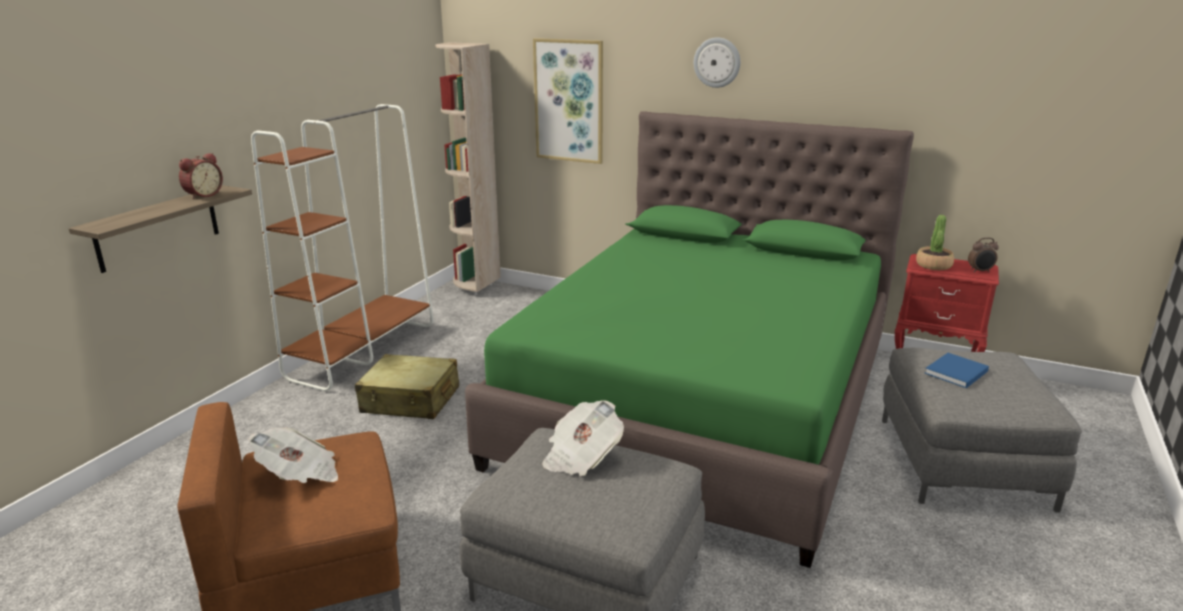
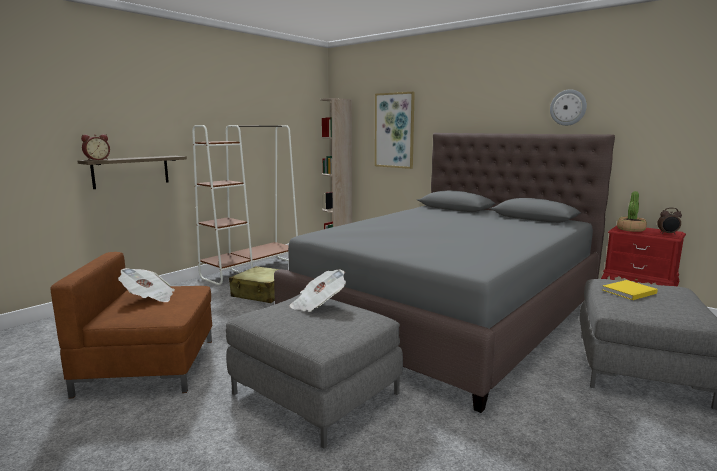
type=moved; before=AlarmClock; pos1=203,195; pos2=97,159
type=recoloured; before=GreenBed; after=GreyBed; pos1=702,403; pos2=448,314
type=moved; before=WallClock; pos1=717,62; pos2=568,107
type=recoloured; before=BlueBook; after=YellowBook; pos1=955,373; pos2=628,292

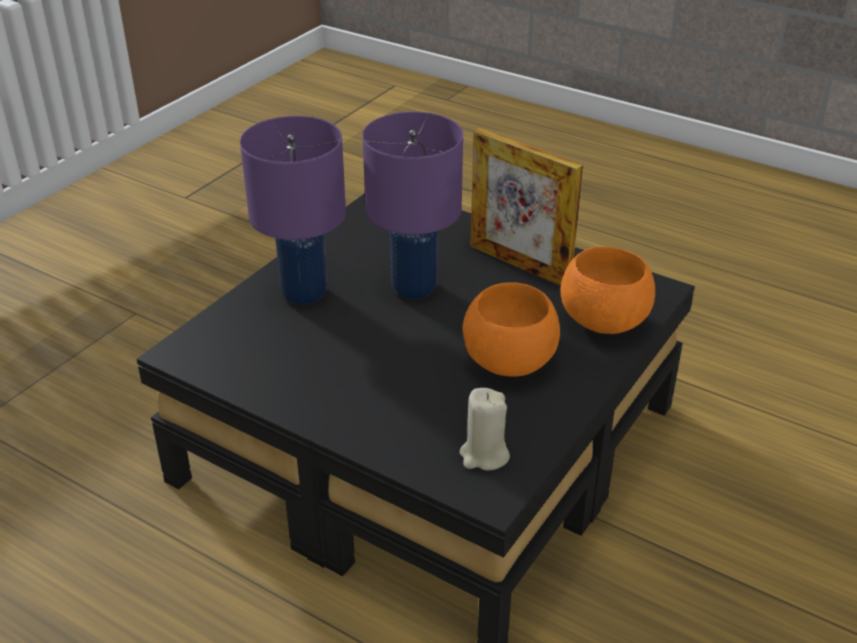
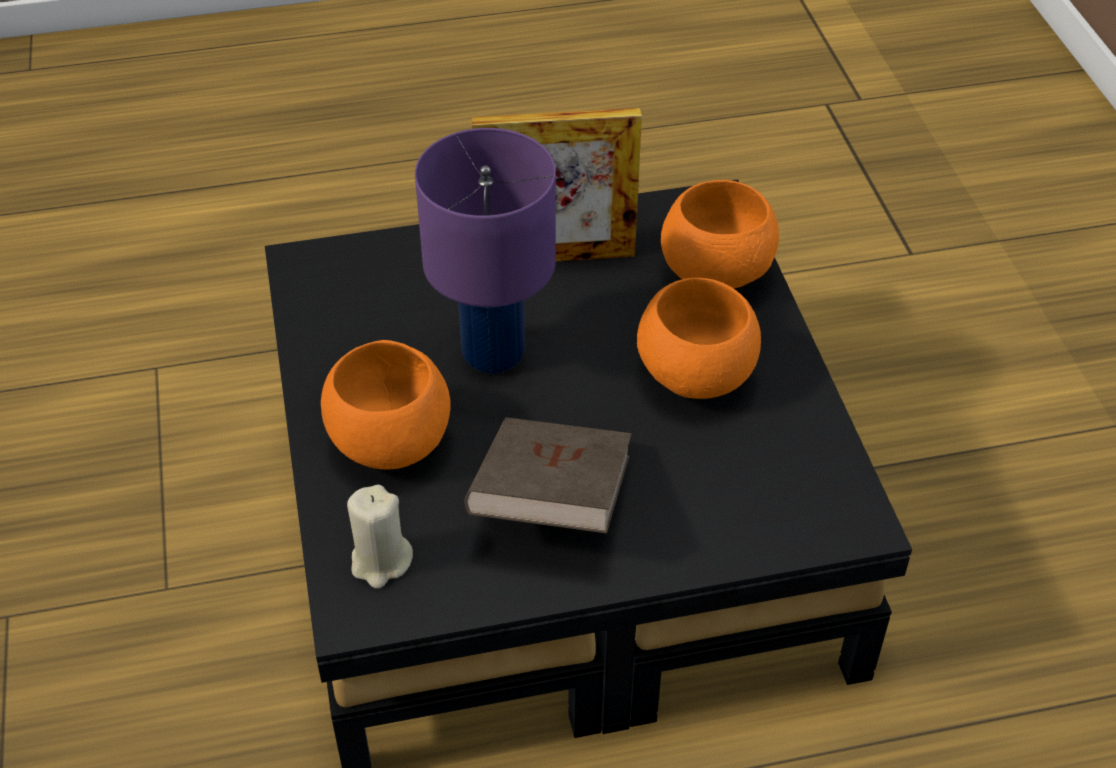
type=replaced; before=PurpleTableLamp; after=OrangeBowl; pos1=306,294; pos2=391,441
type=moved; before=BeigeCandle; pos1=484,455; pos2=381,561
type=added; after=BrownBook; pos2=551,502

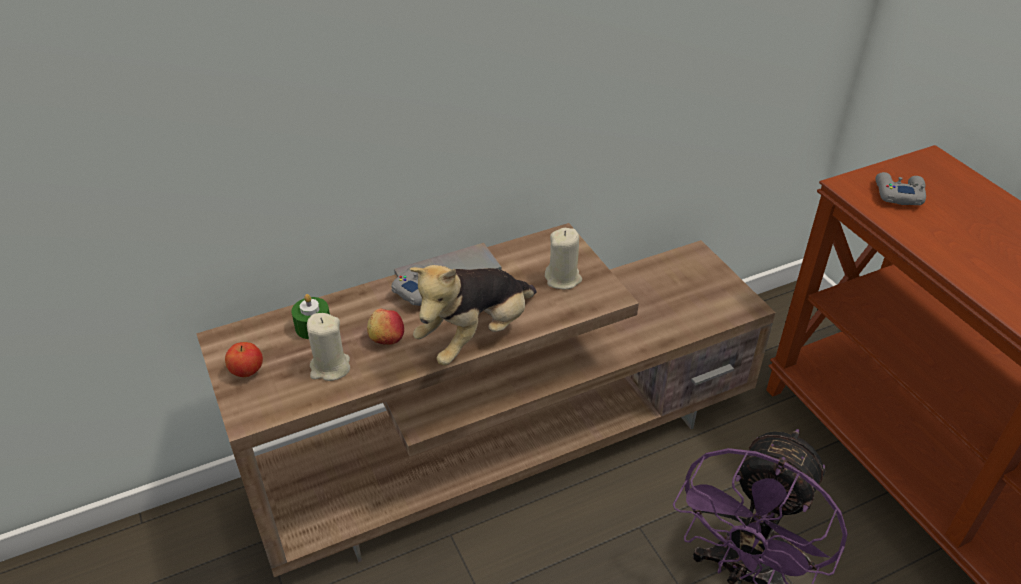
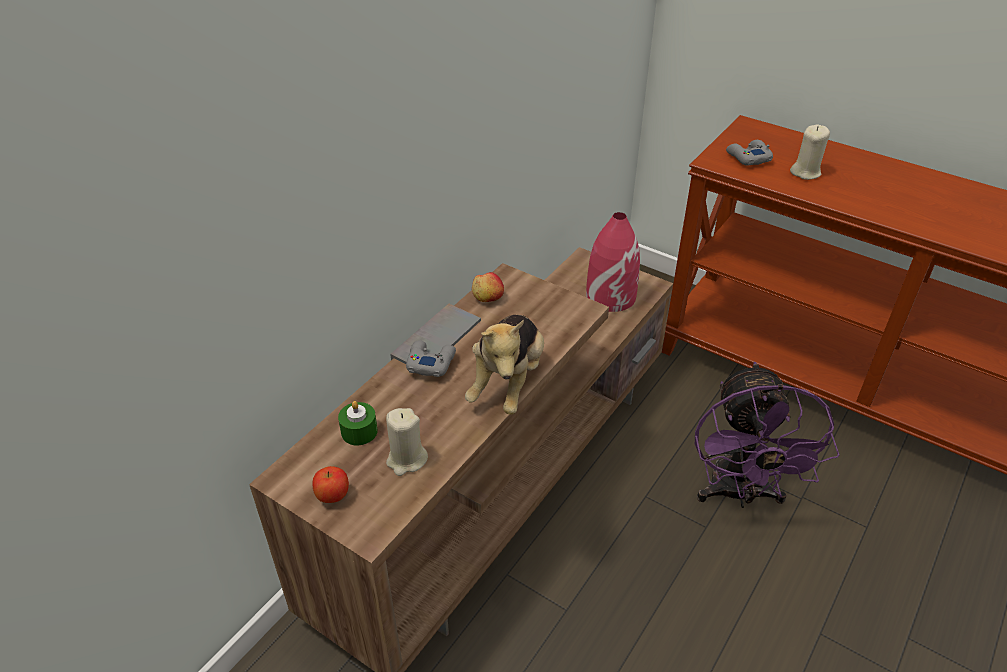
type=moved; before=Apple; pos1=386,338; pos2=487,298
type=added; after=RedVase; pos2=610,296
type=moved; before=BeigeCandle; pos1=563,279; pos2=805,172

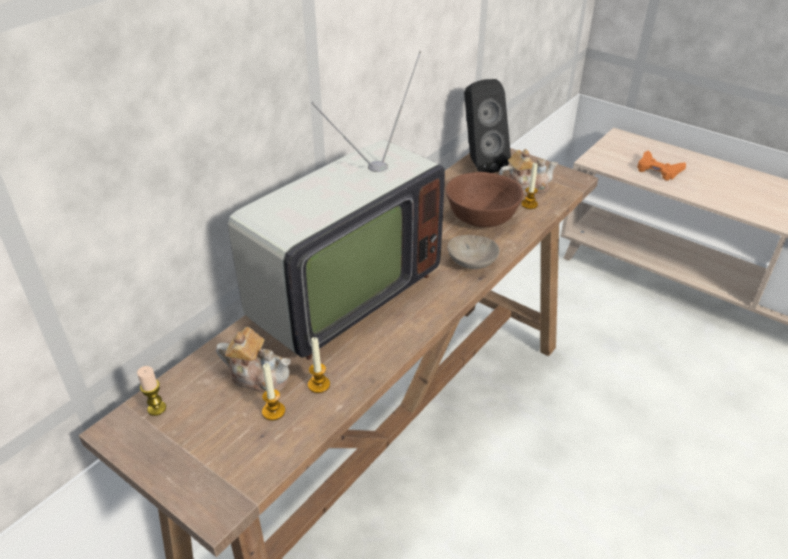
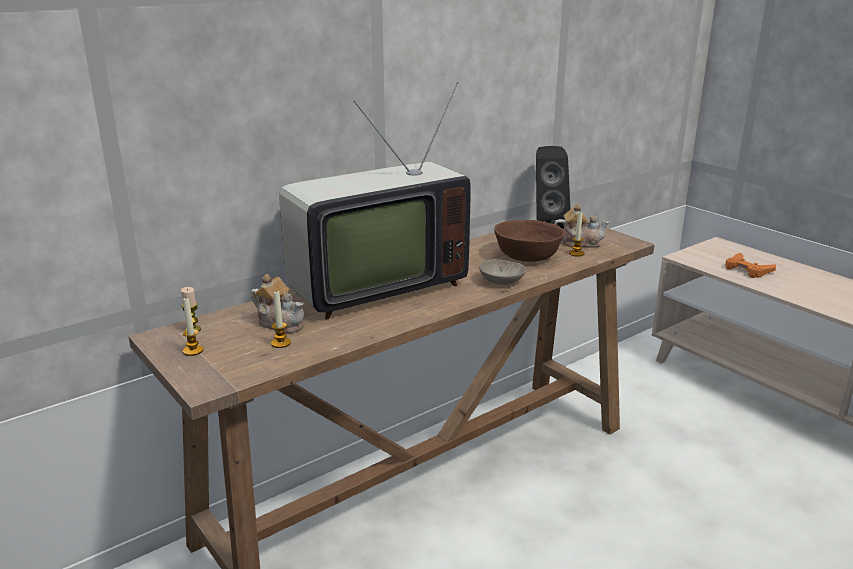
type=moved; before=Candle; pos1=319,385; pos2=193,351

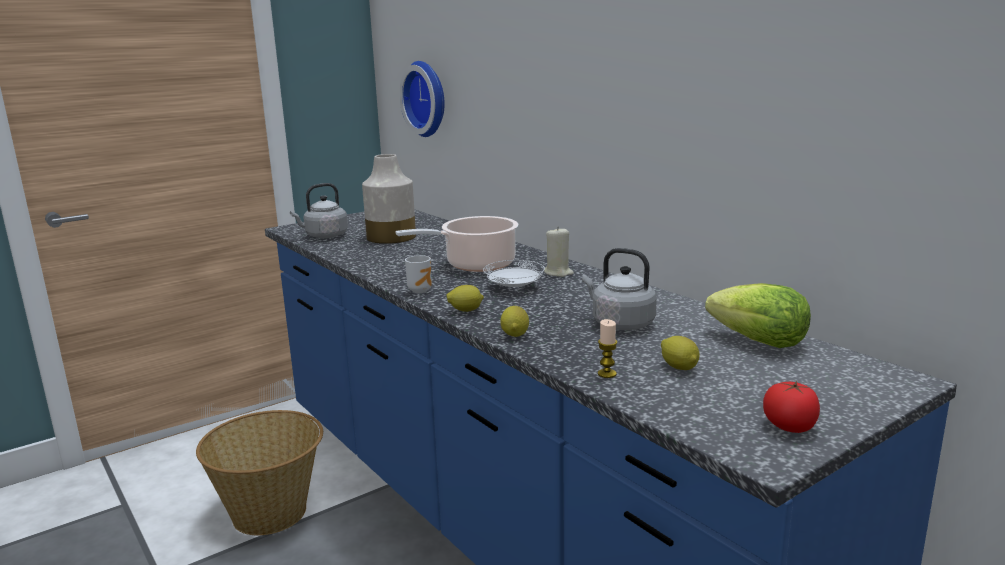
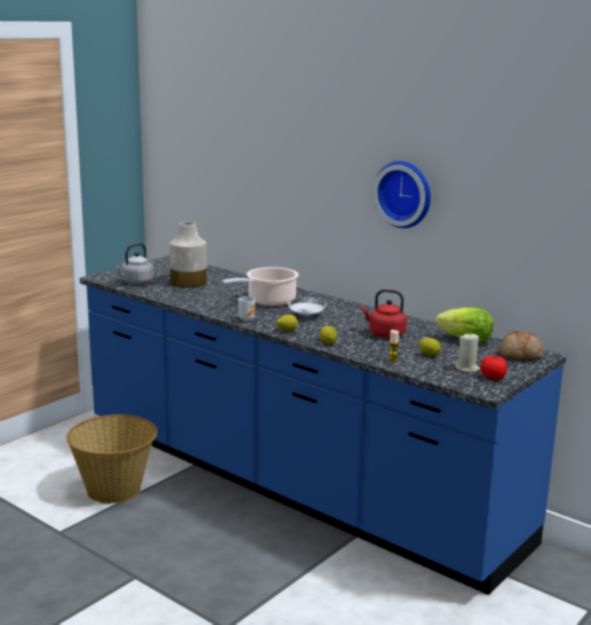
type=recoloured; before=GreyKettle; after=RedKettle; pos1=619,323; pos2=384,334
type=moved; before=WallClock; pos1=428,98; pos2=405,194
type=moved; before=BeigeCandle; pos1=558,273; pos2=467,368
type=added; after=Bread; pos2=520,355

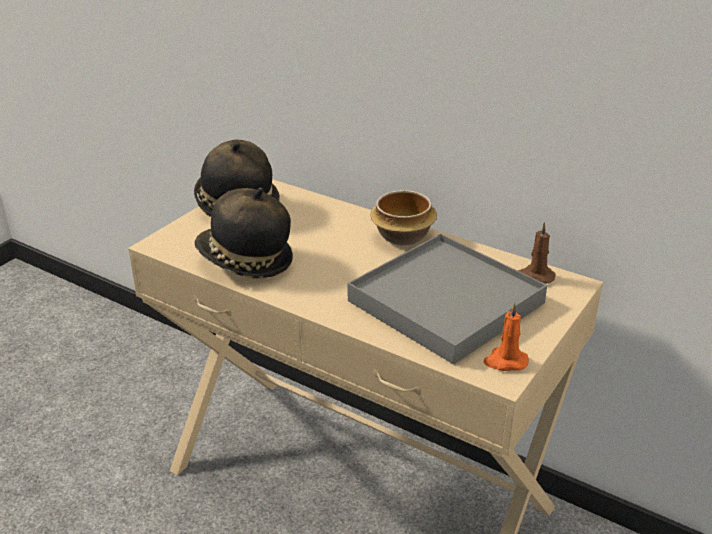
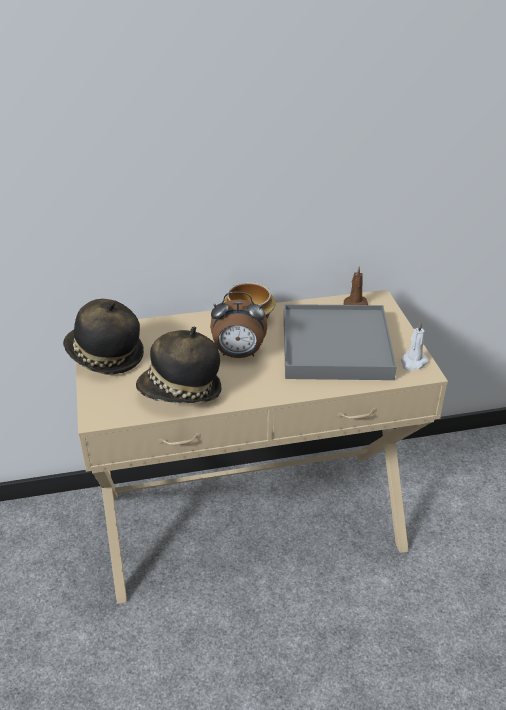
type=added; after=AlarmClock; pos2=238,354
type=recoloured; before=OrangeCandle; after=WhiteCandle; pos1=505,361; pos2=413,362

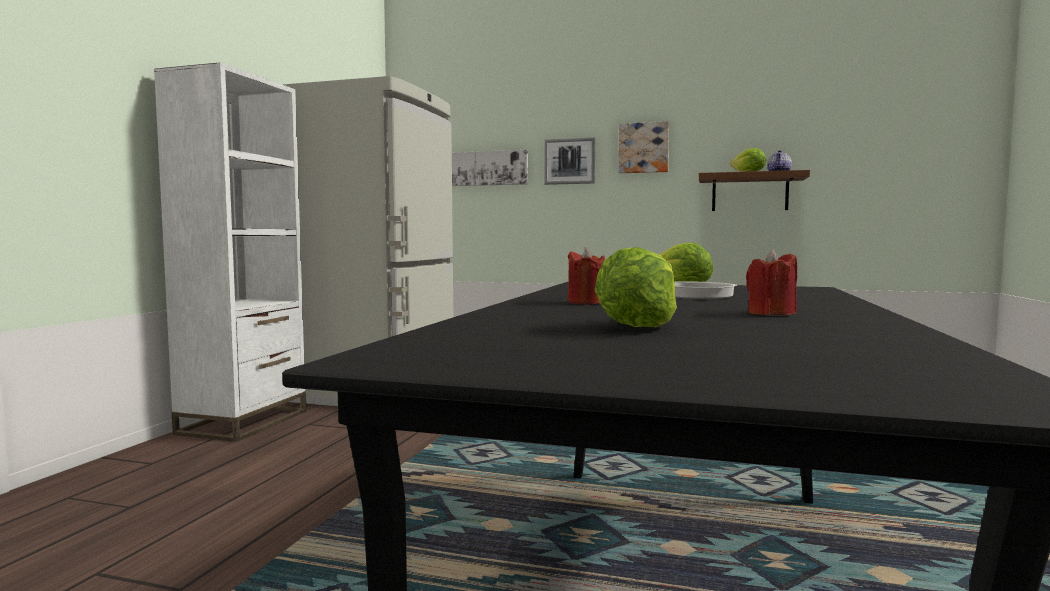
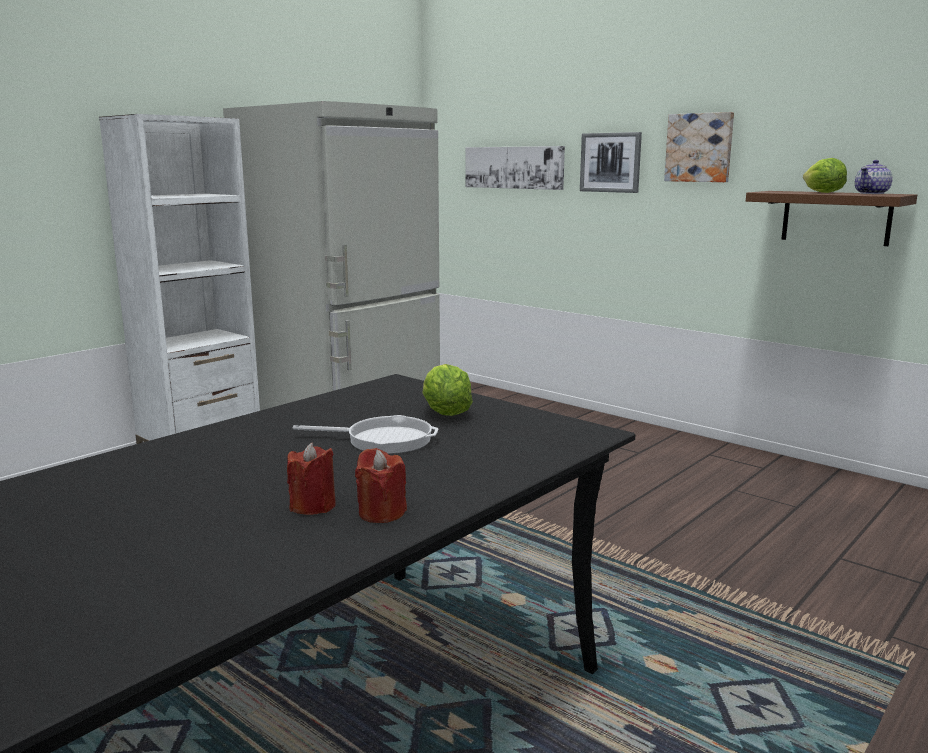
type=moved; before=RedCandle; pos1=586,302; pos2=381,513
type=removed; before=Lettuce; pos1=637,326

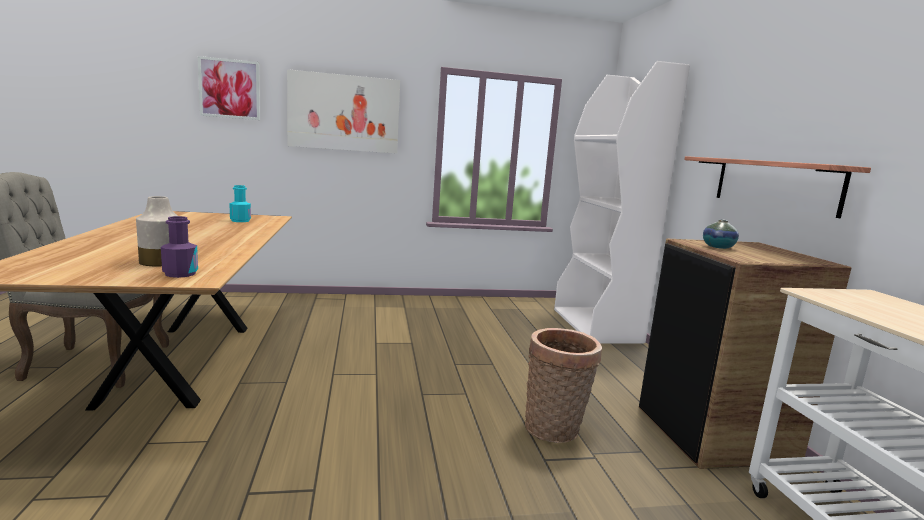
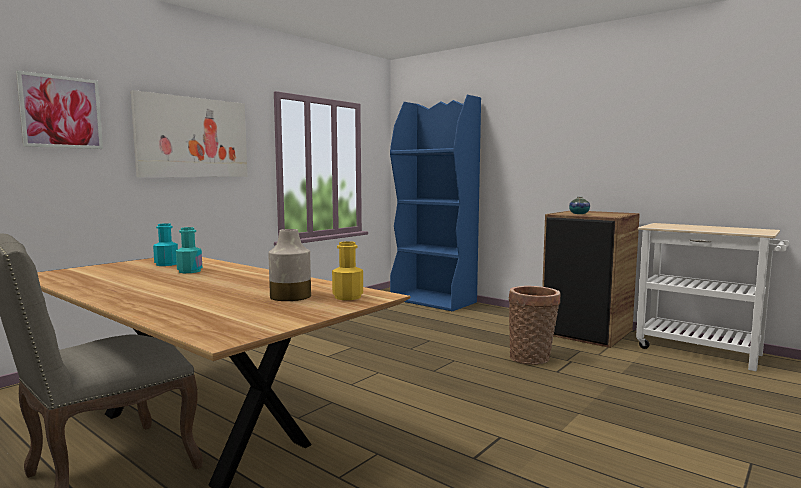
type=added; after=TurquoiseBottle; pos2=189,271
type=recoloured; before=PurpleBottle; after=YellowBottle; pos1=180,274; pos2=347,297
type=recoloured; before=WhiteBookcase; after=BlueBookcase; pos1=597,326; pos2=434,301
type=removed; before=Shelf; pos1=774,184

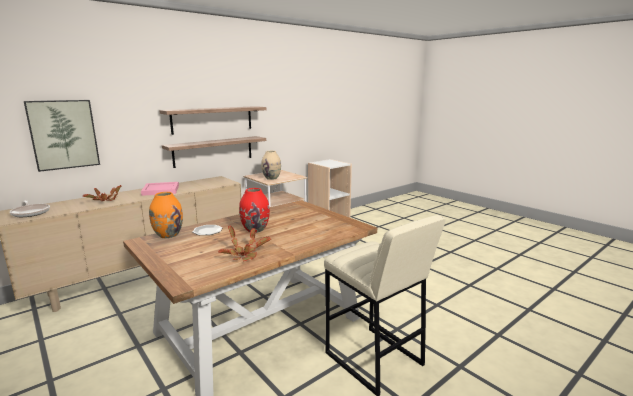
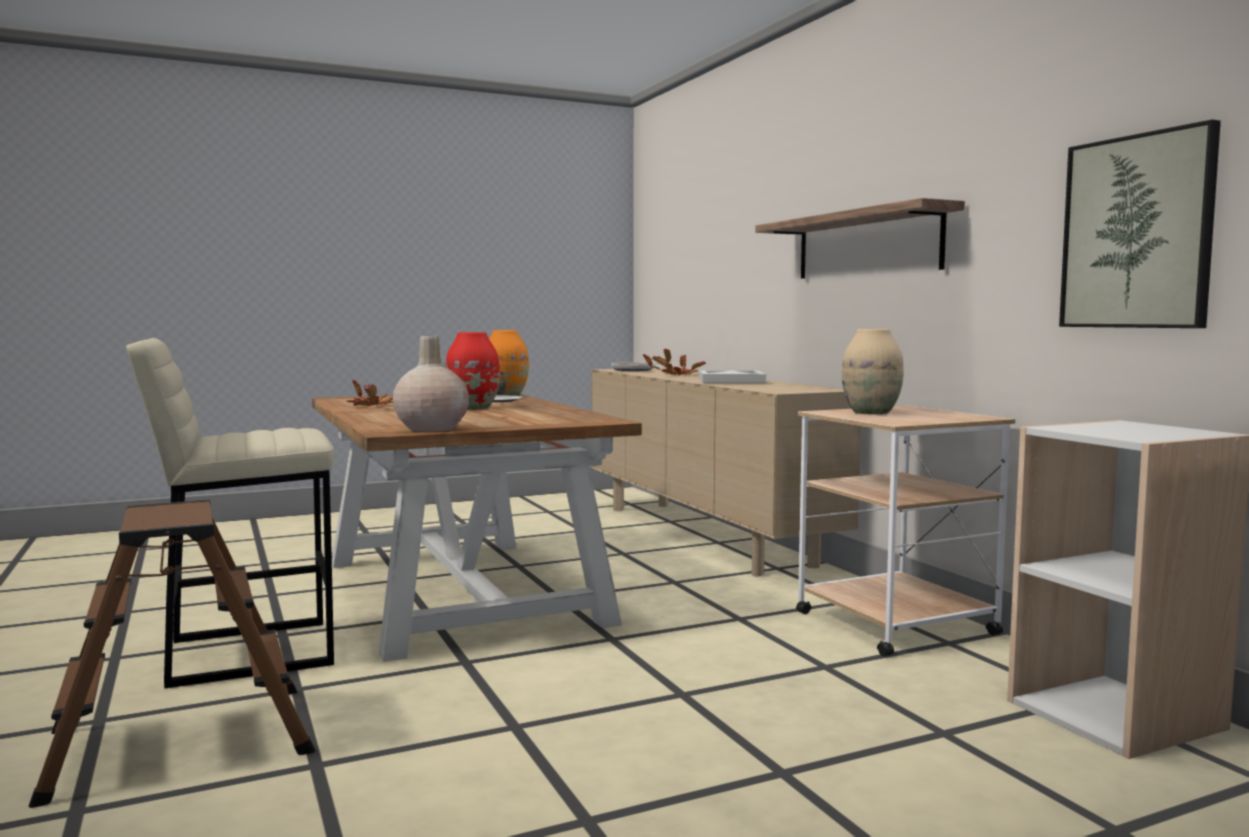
type=added; after=BrownStepLadder; pos2=181,741
type=added; after=BeigeVase; pos2=431,428
type=recoloured; before=PinkTray; after=WhiteTray; pos1=160,190; pos2=730,381
type=moved; before=Picture; pos1=63,134; pos2=1137,232
type=removed; before=Shelf; pos1=213,151

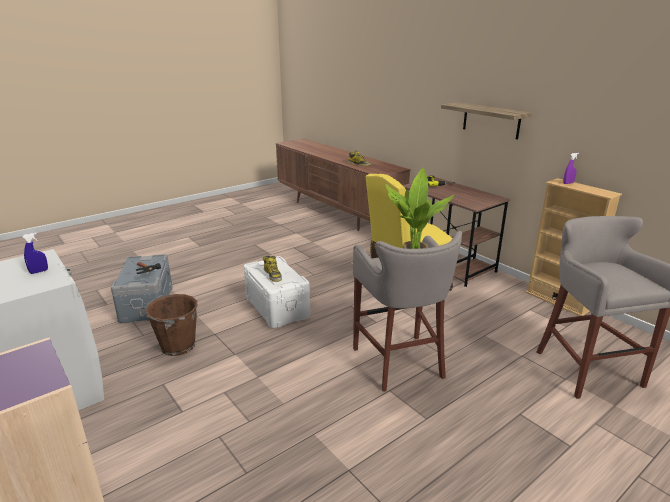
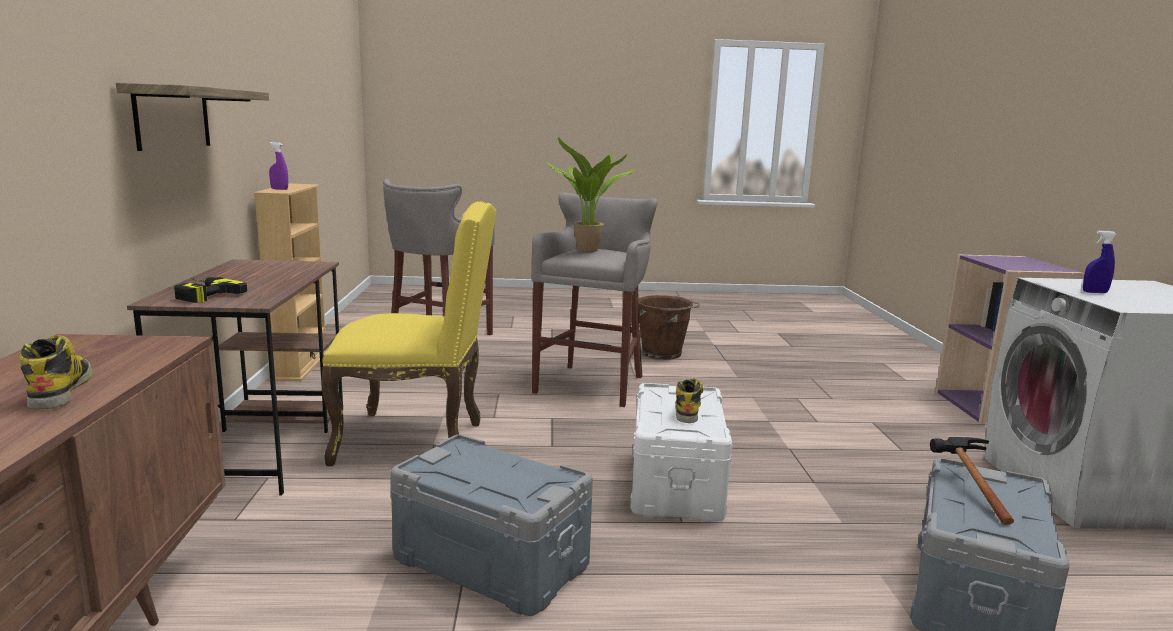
type=added; after=GreyStorageBox; pos2=490,563
type=moved; before=BrownBucket; pos1=176,346; pos2=663,354

